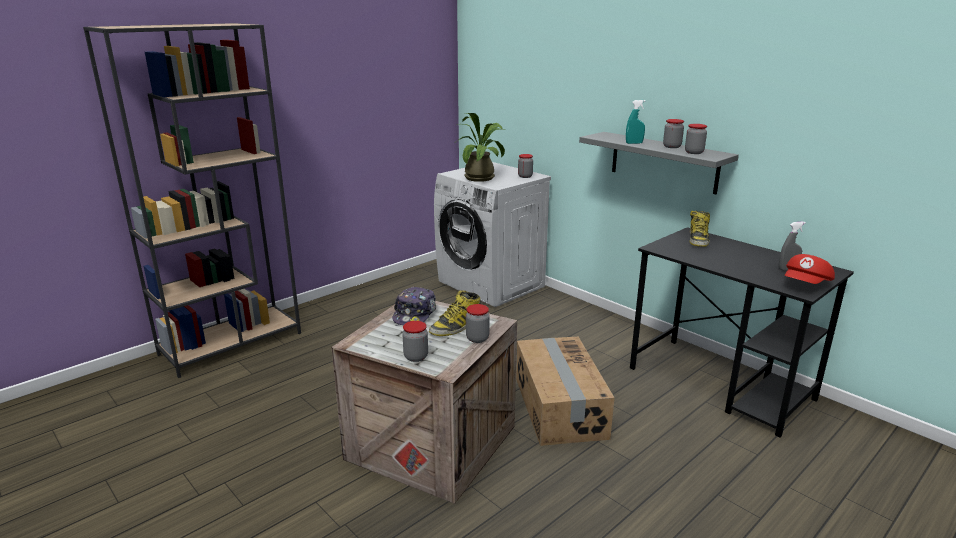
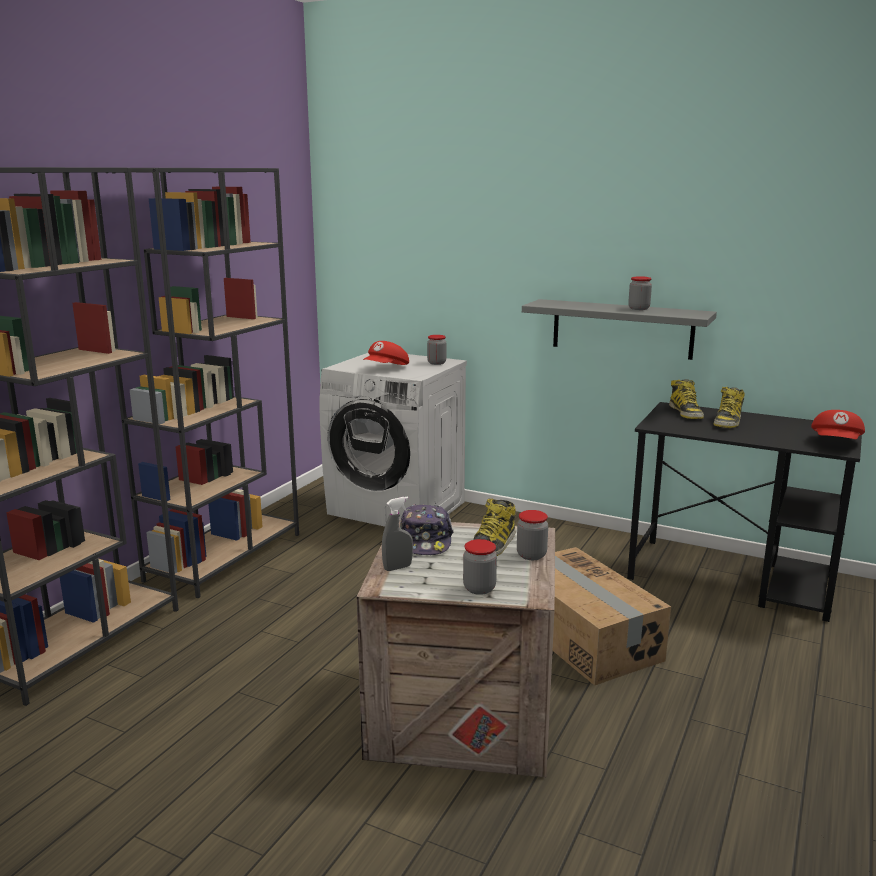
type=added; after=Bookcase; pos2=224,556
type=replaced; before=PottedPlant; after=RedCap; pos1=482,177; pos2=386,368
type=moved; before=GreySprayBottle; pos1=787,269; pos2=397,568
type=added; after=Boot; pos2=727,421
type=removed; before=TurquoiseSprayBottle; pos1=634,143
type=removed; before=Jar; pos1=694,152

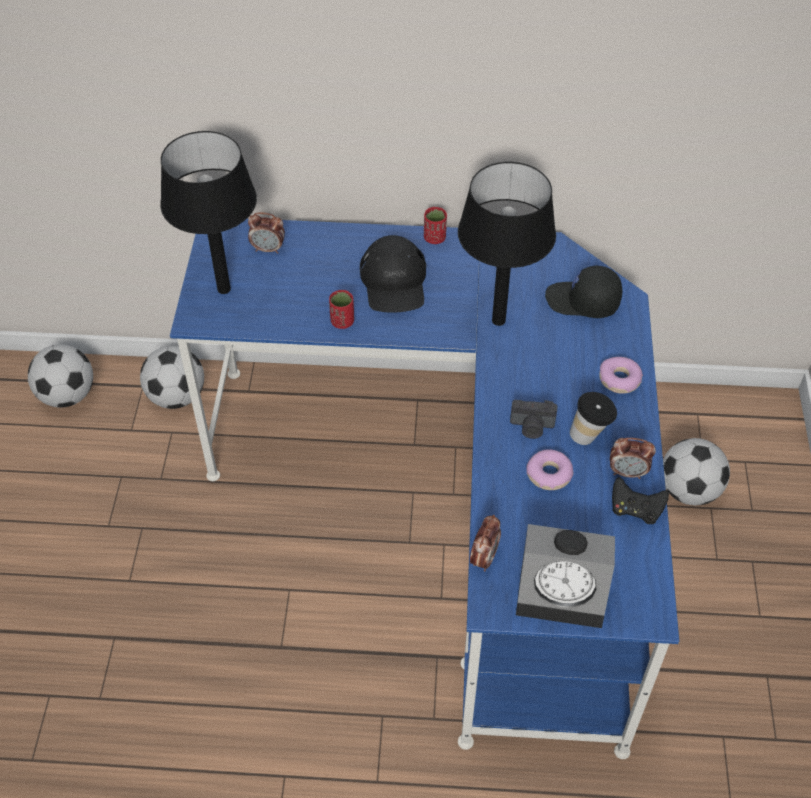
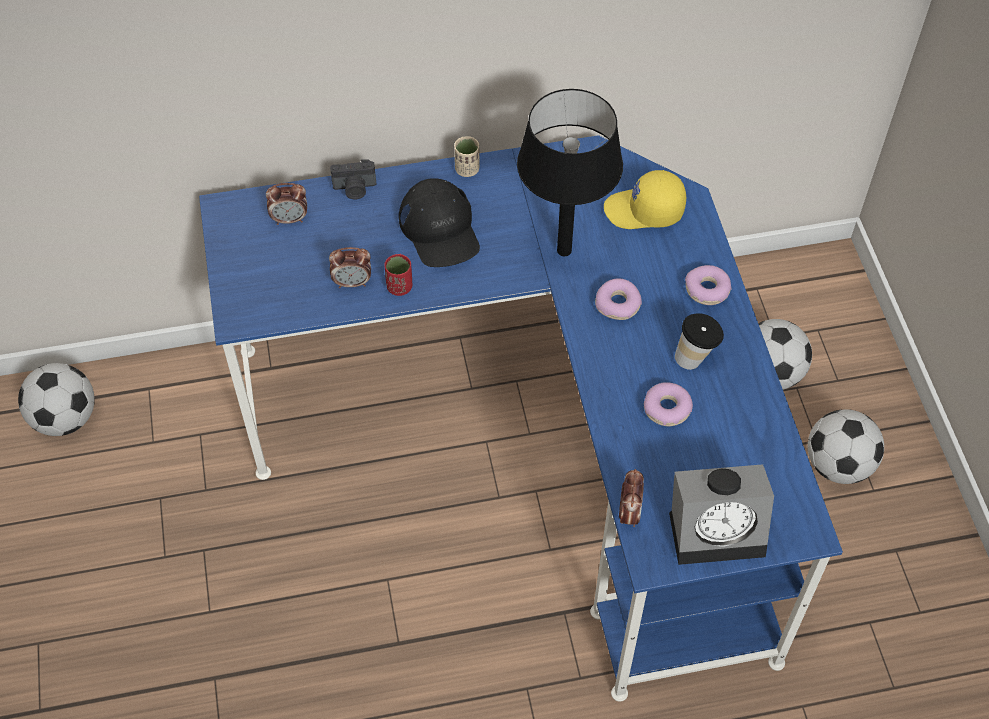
type=moved; before=AlarmClock; pos1=627,472; pos2=352,282
type=moved; before=PhotoCamera; pos1=531,427; pos2=355,189
type=recoloured; before=RedCup; after=BeigeCup; pos1=434,238; pos2=467,169
type=added; after=Donut; pos2=618,304
type=recoloured; before=BlackCap; after=YellowCap; pos1=582,302; pos2=644,211
type=moved; before=Football; pos1=177,397; pos2=838,465
type=removed; before=BlackTableLamp; pos1=223,289
type=removed; before=BlackGameController; pos1=635,510

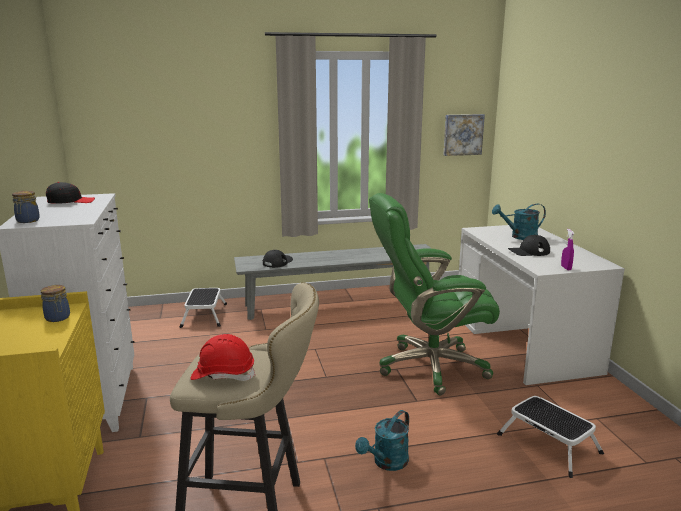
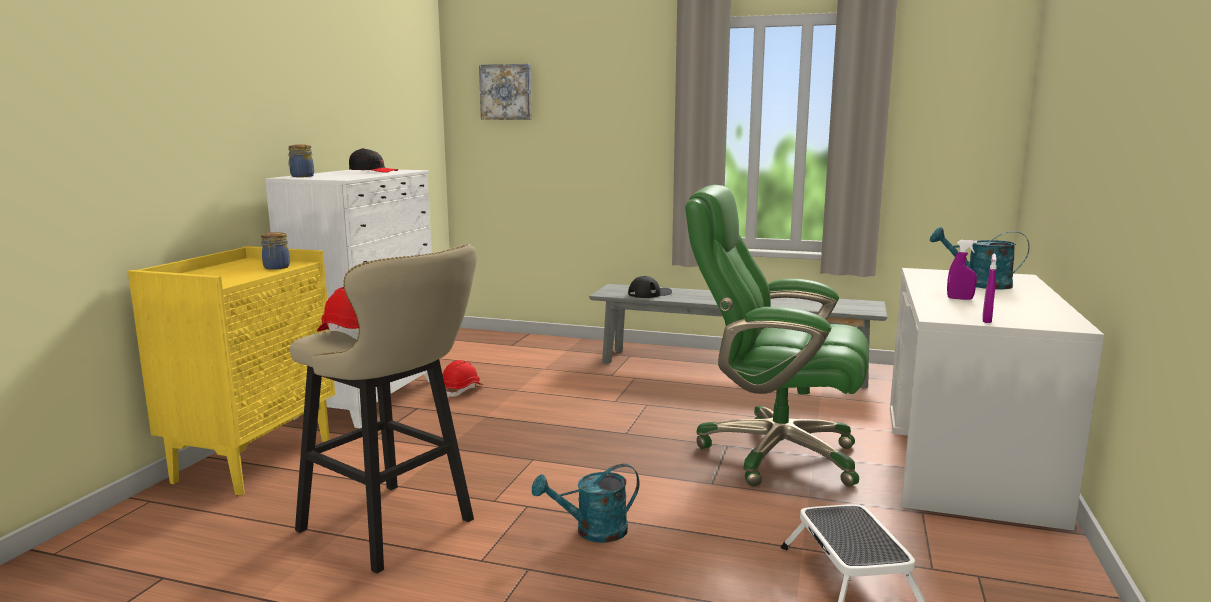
type=added; after=RedHardHat; pos2=462,390
type=moved; before=Picture; pos1=462,134; pos2=506,92
type=replaced; before=BlackCap; after=PurpleSprayBottle; pos1=528,251; pos2=960,299
type=removed; before=BlackStepLadder; pos1=204,315

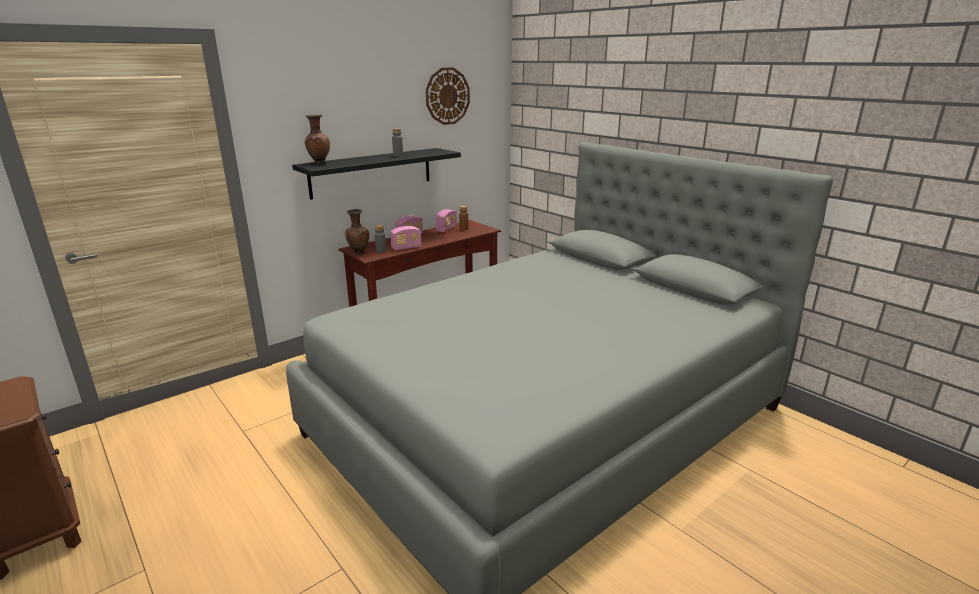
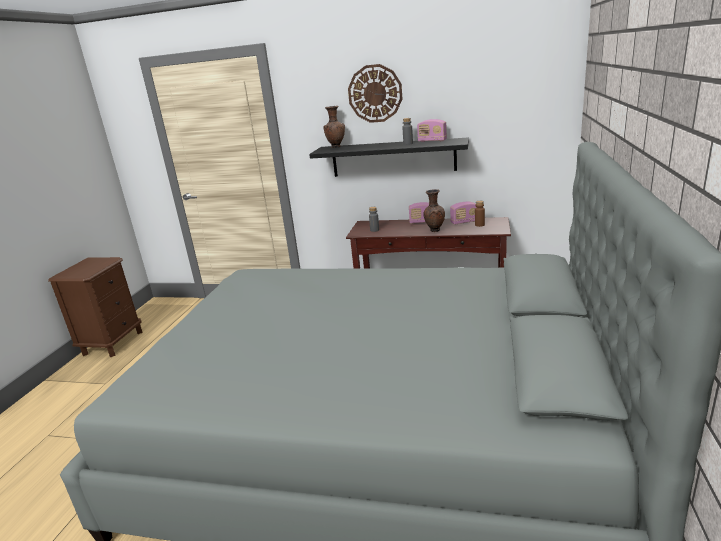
type=moved; before=WallClock; pos1=447,96; pos2=375,93
type=moved; before=Radio; pos1=406,248; pos2=432,141
type=moved; before=BrownVase; pos1=358,253; pos2=434,230

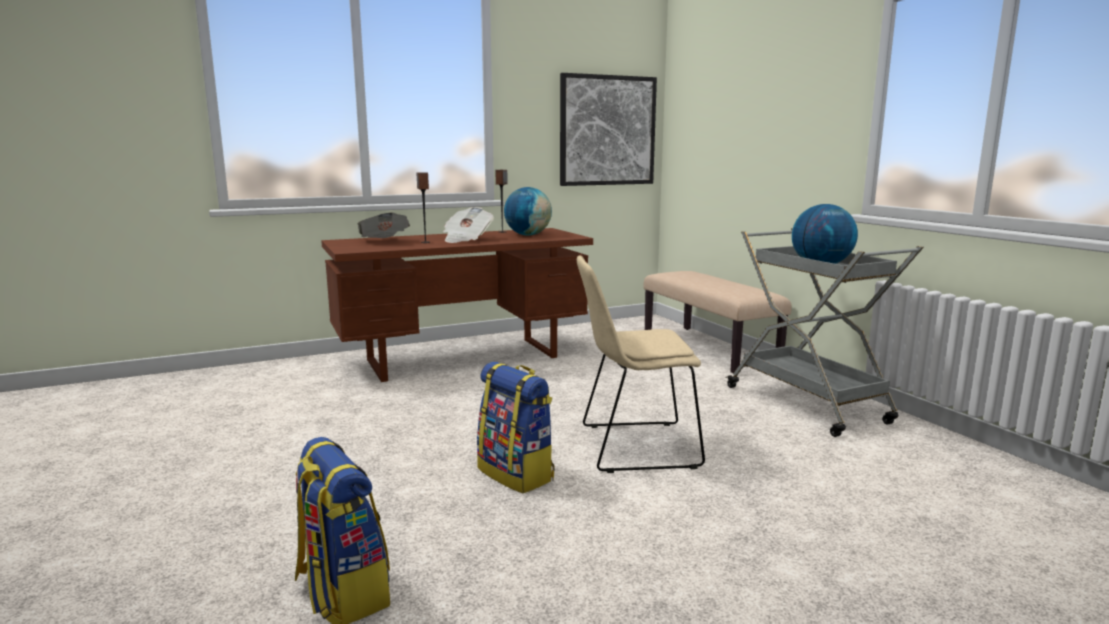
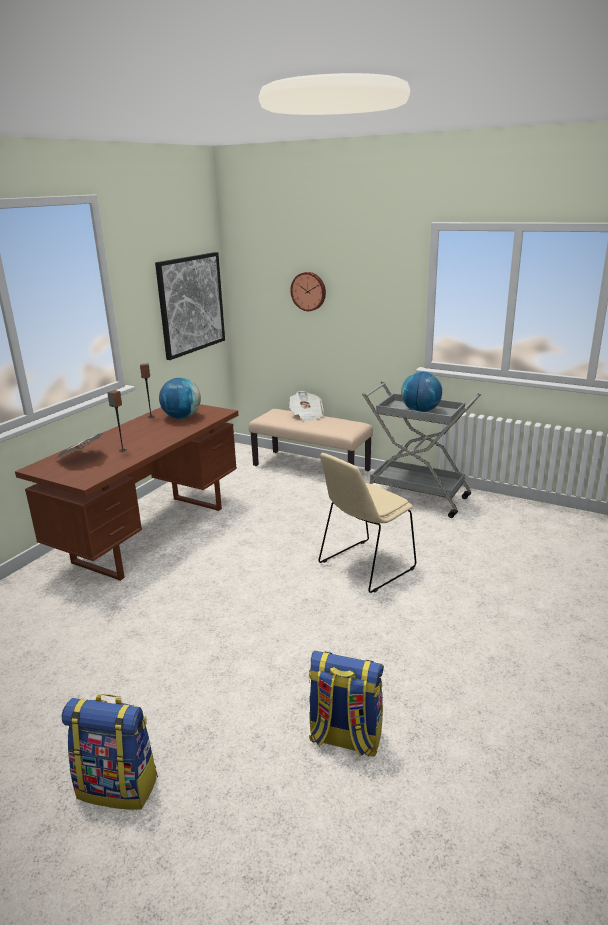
type=moved; before=Backpack; pos1=517,474; pos2=119,786
type=moved; before=Newspaper; pos1=466,239; pos2=306,416
type=added; after=WallClock; pos2=309,291

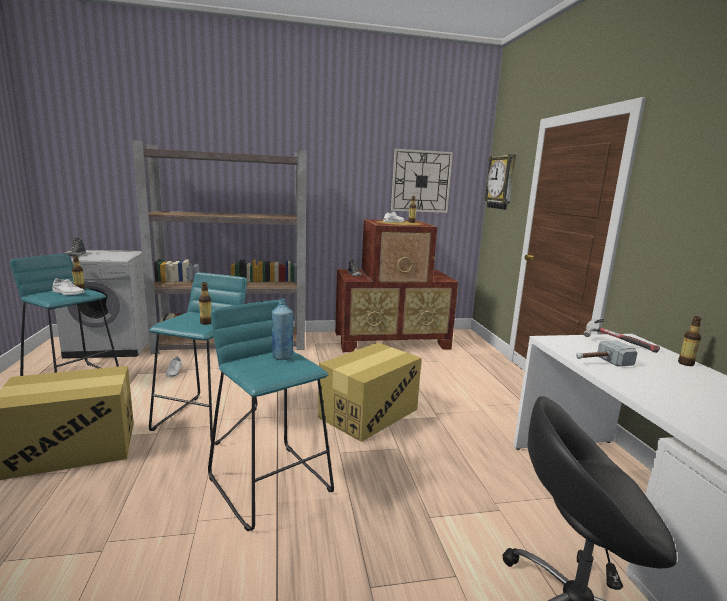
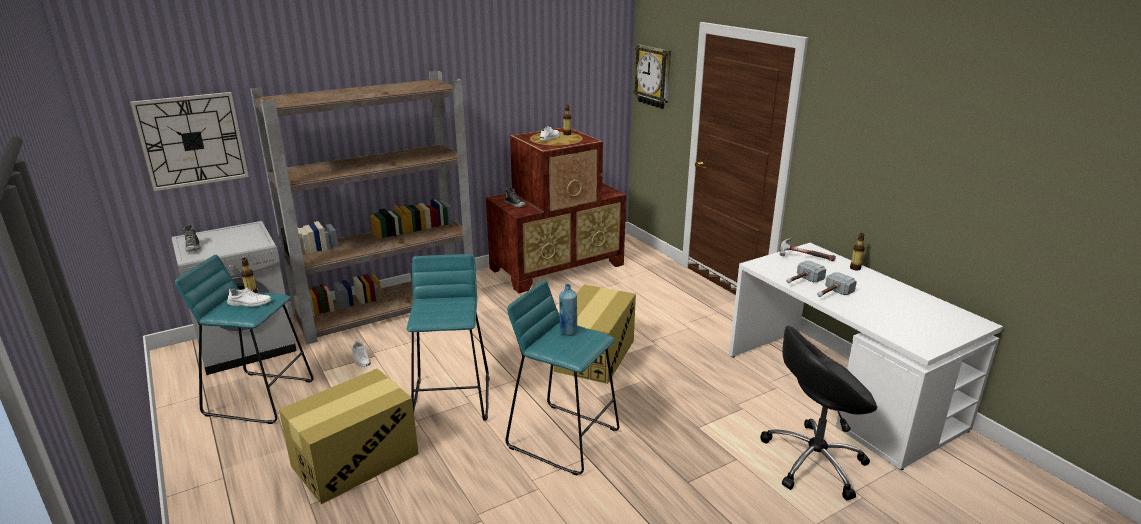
type=moved; before=WallClock; pos1=421,181; pos2=192,140
type=added; after=Hammer; pos2=831,294
type=removed; before=Bottle; pos1=206,323

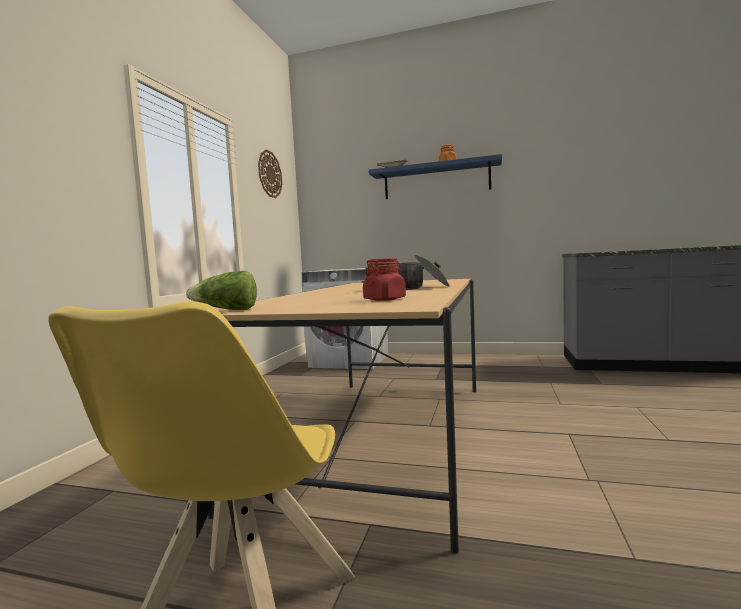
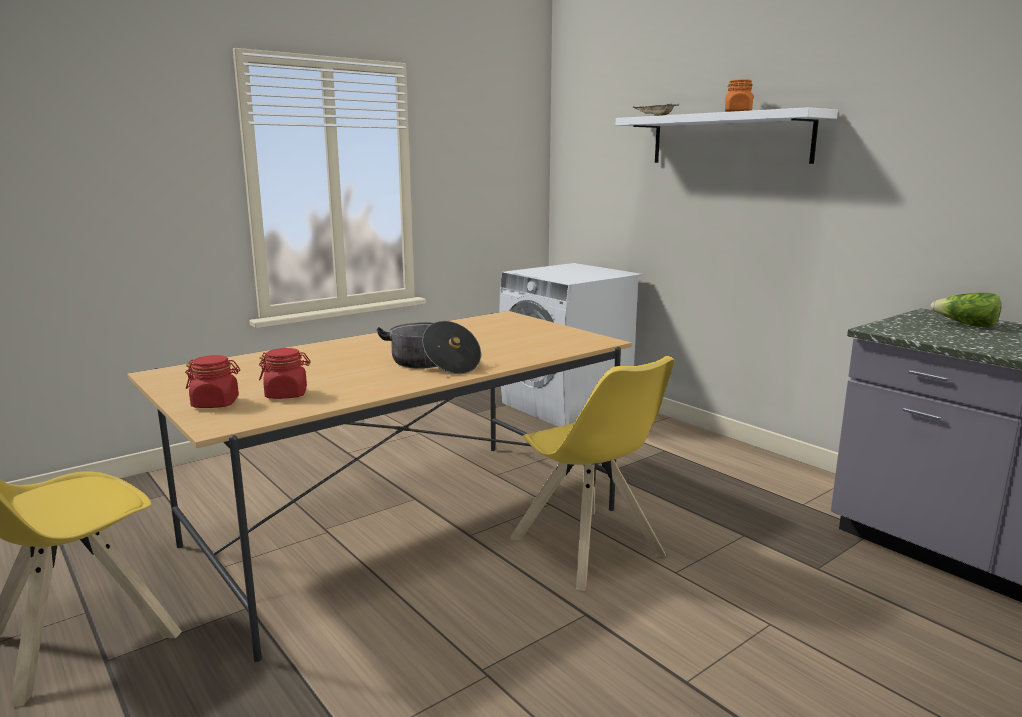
type=added; after=RedJar; pos2=216,403
type=added; after=YellowChair; pos2=589,549
type=recoloured; before=BlueShelf; after=WhiteShelf; pos1=436,181; pos2=728,139
type=moved; before=Lettuce; pos1=226,310; pos2=966,325
type=removed; before=WallClock; pos1=269,174

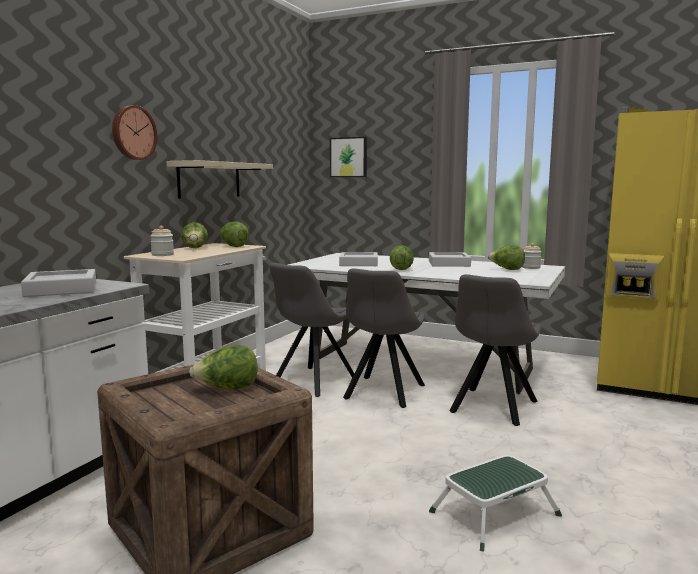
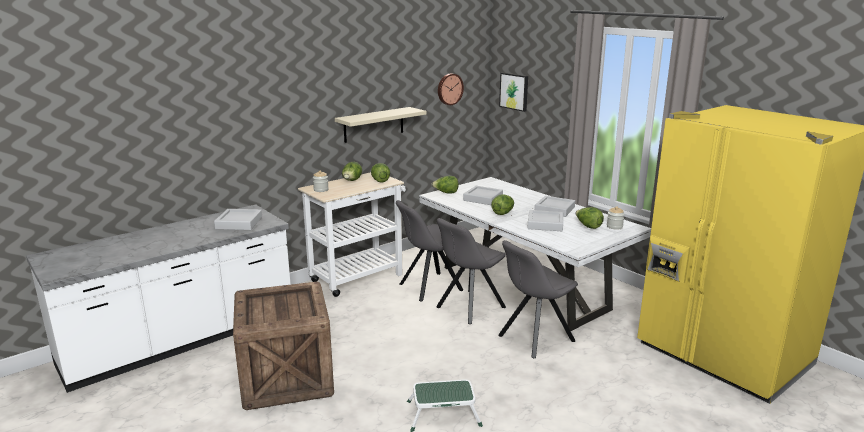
type=moved; before=Lettuce; pos1=227,389; pos2=446,193
type=moved; before=WallClock; pos1=133,133; pos2=449,89
type=added; after=GreyTray; pos2=545,224

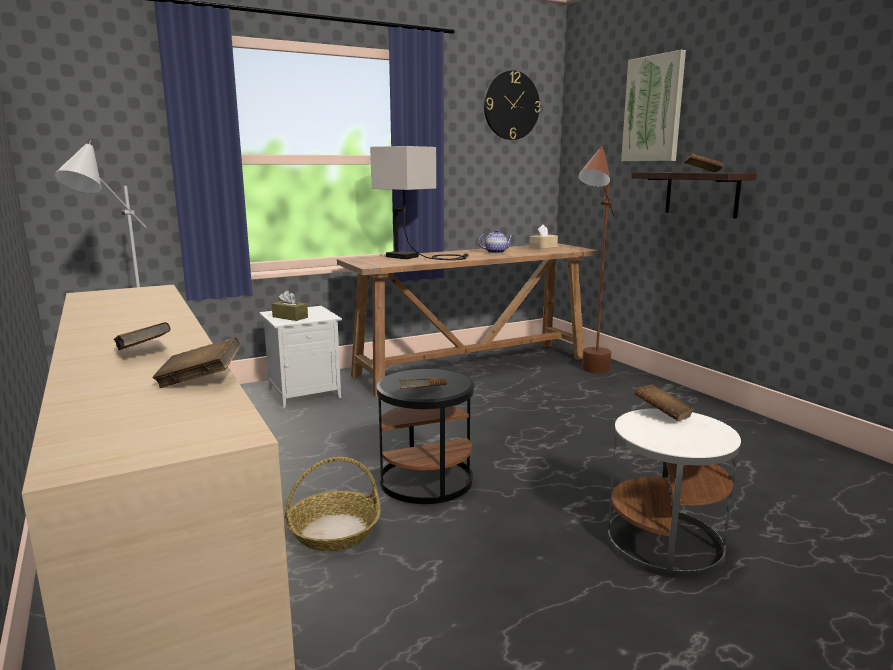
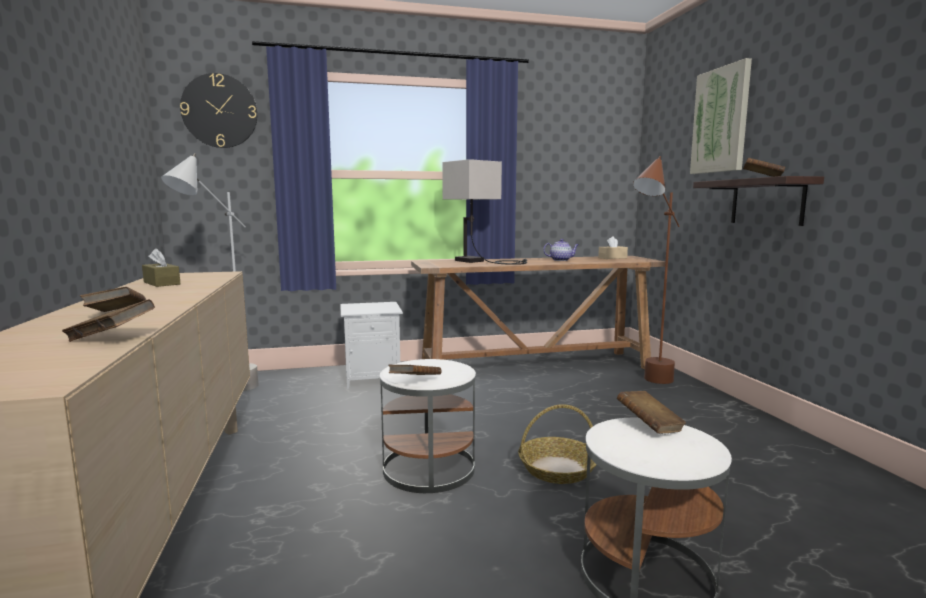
type=moved; before=BrownTissueBox; pos1=290,317; pos2=161,283
type=moved; before=WallClock; pos1=511,105; pos2=220,111
type=recoloured; before=BlackSideTable; after=WhiteSideTable; pos1=425,480; pos2=428,468
type=moved; before=Basket; pos1=334,530; pos2=557,469

